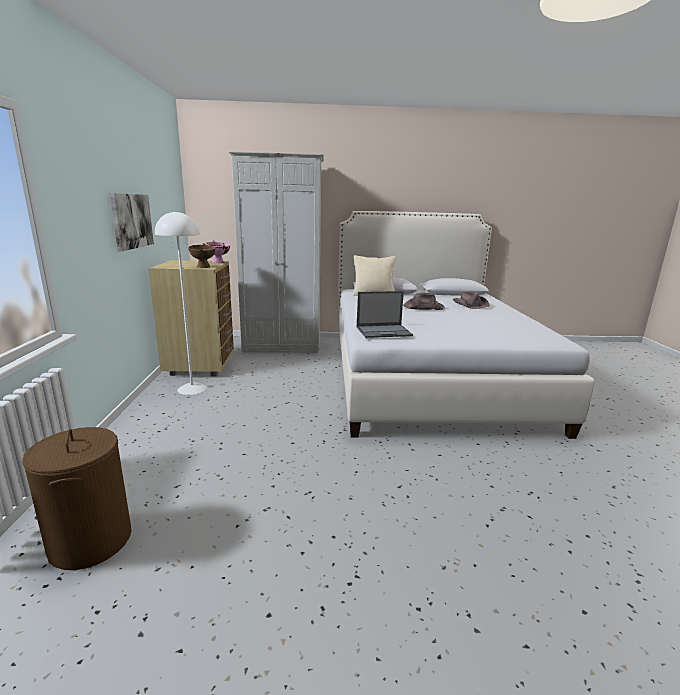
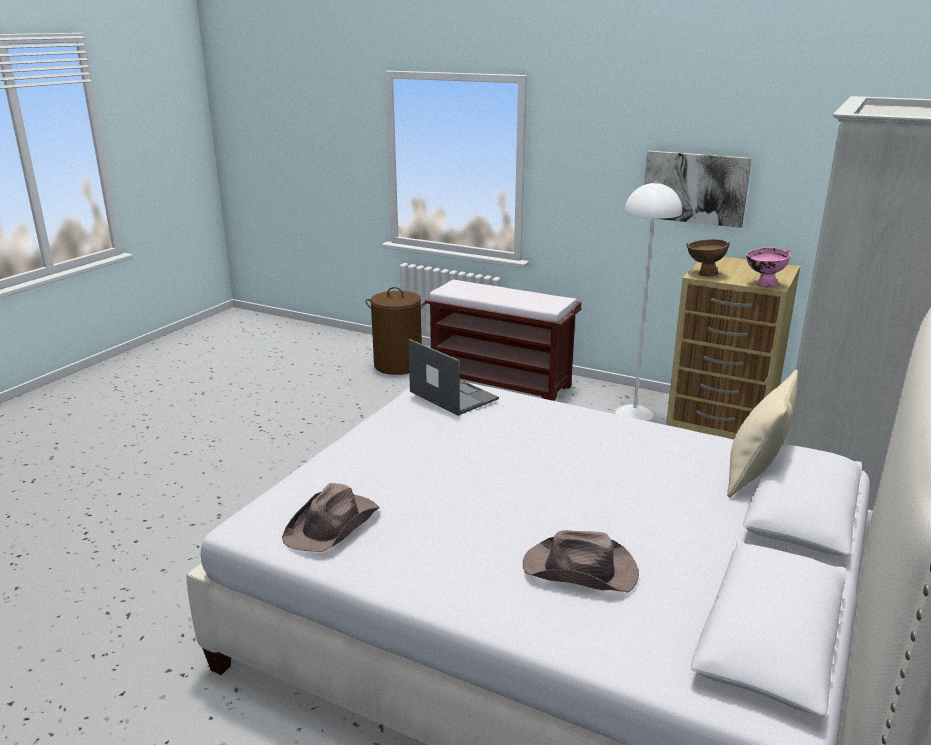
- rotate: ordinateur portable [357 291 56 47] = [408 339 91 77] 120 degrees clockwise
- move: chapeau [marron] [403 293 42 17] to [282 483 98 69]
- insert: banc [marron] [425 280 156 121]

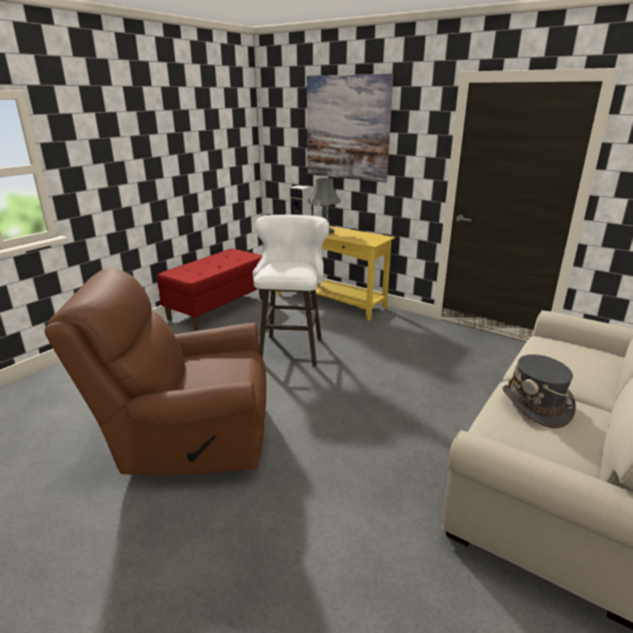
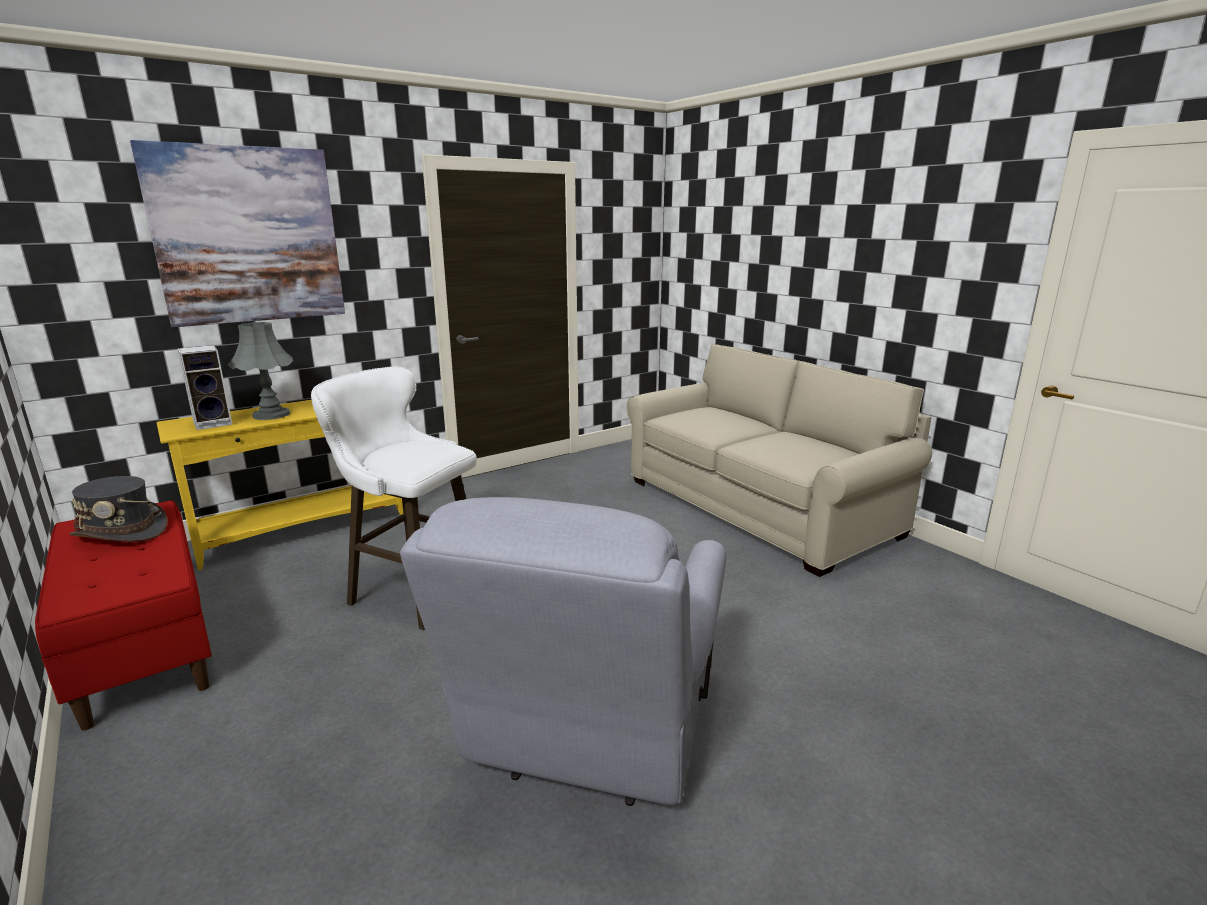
- recolor: fauteuil [marron] [44 268 222 208] to fauteuil [gris] [400 497 326 309]
- move: chapeau [gris] [502 354 74 74] to [69 476 99 66]

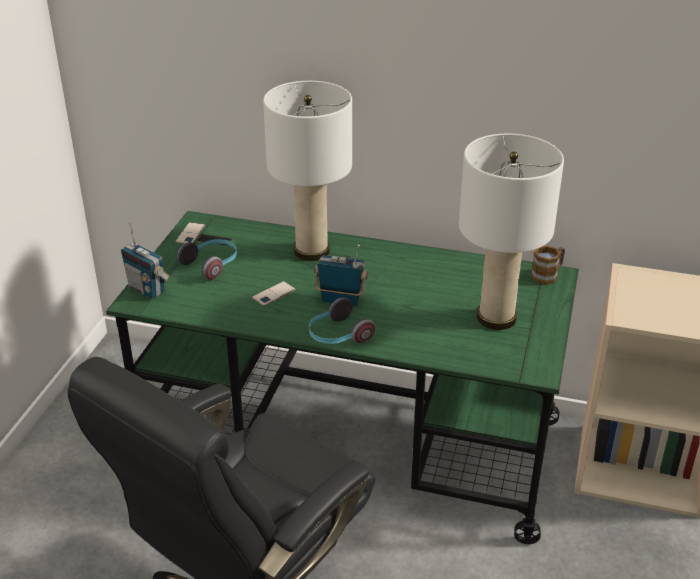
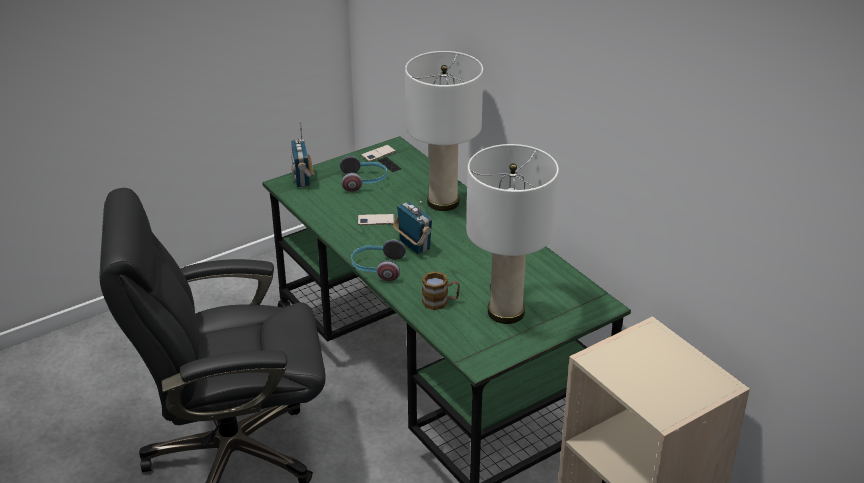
- move: mug [531 246 34 39] to [422 271 38 39]

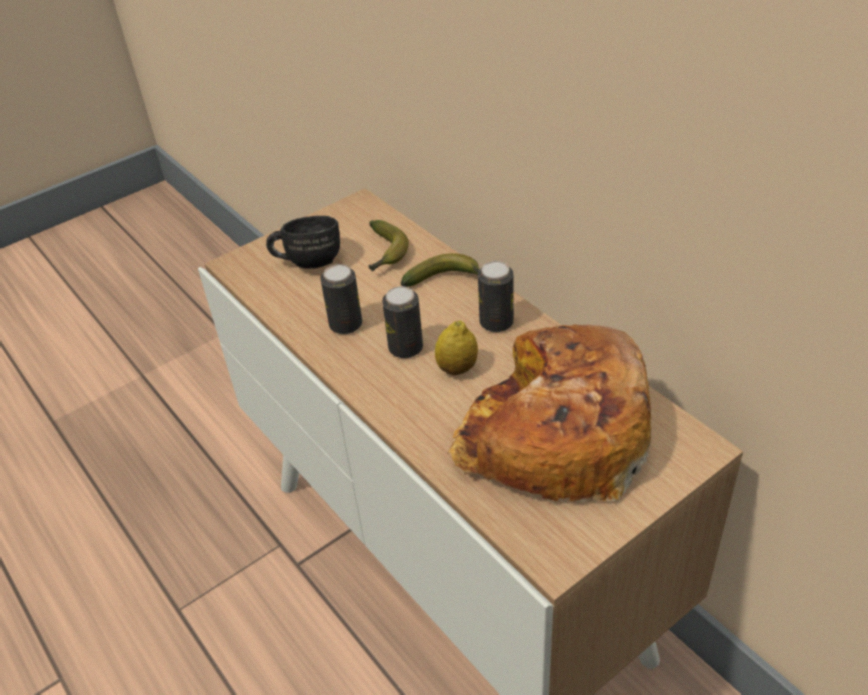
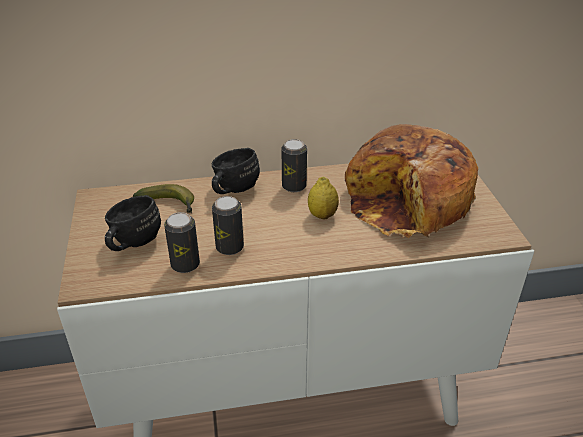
- replace: banane [401 253 78 34] to mug [noir] [211 148 49 46]
- move: boîte métallique [382 286 41 72] to [164 212 36 61]

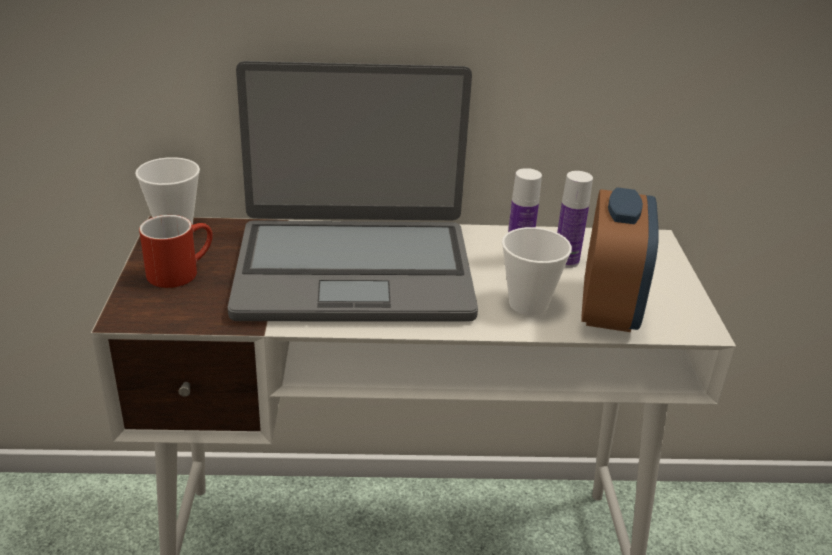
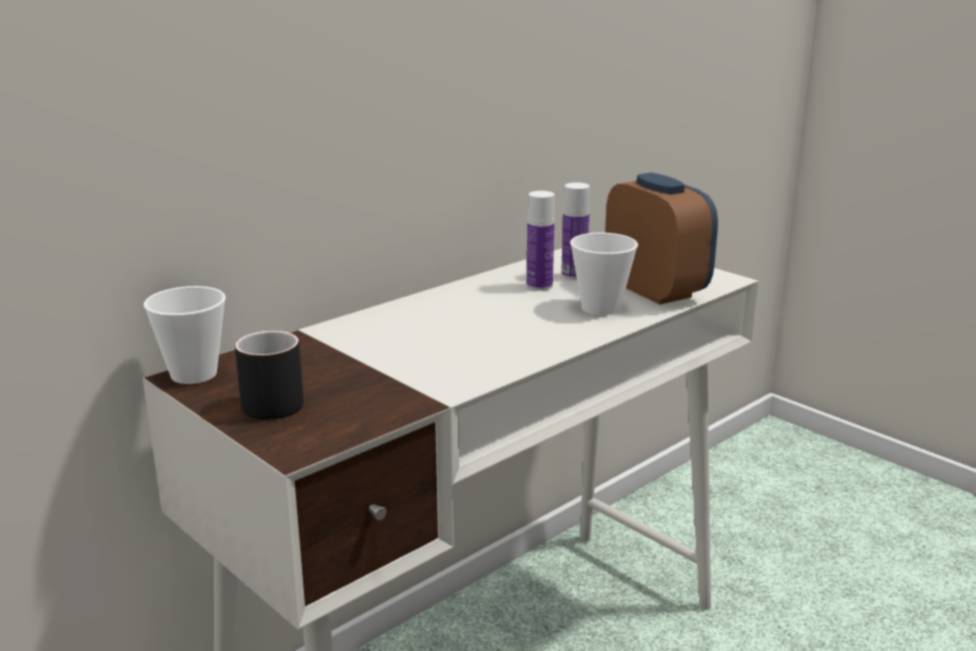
- delete: ordinateur portable [228 61 250 261]
- recolor: mug [rouge] [139 215 74 73] to mug [noir] [235 331 69 89]

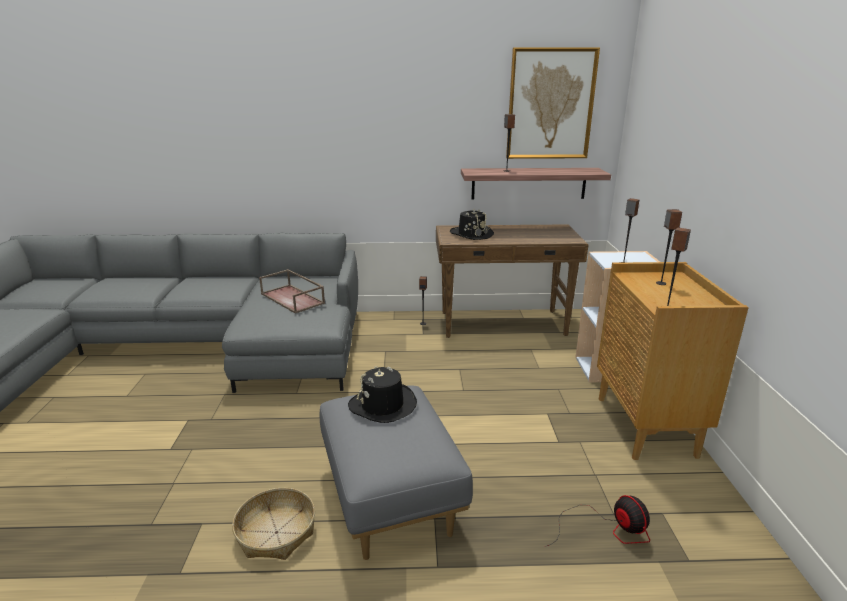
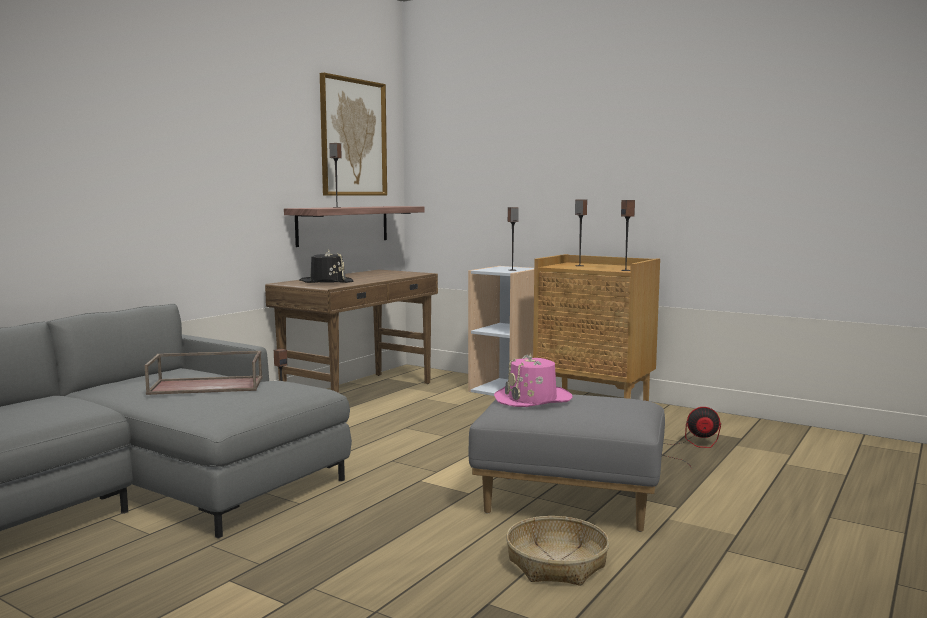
- recolor: chapeau [noir] [348 366 69 57] to chapeau [rose] [494 353 79 54]

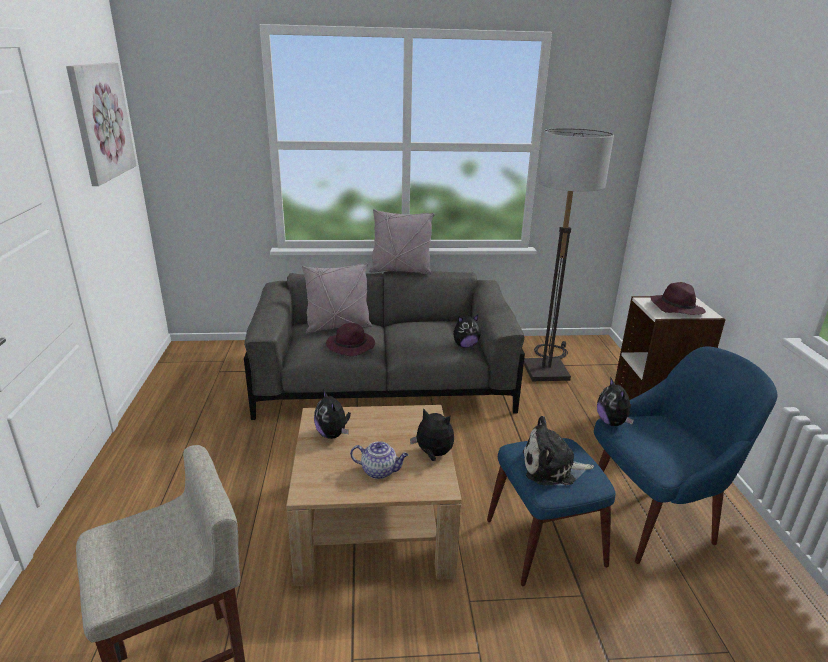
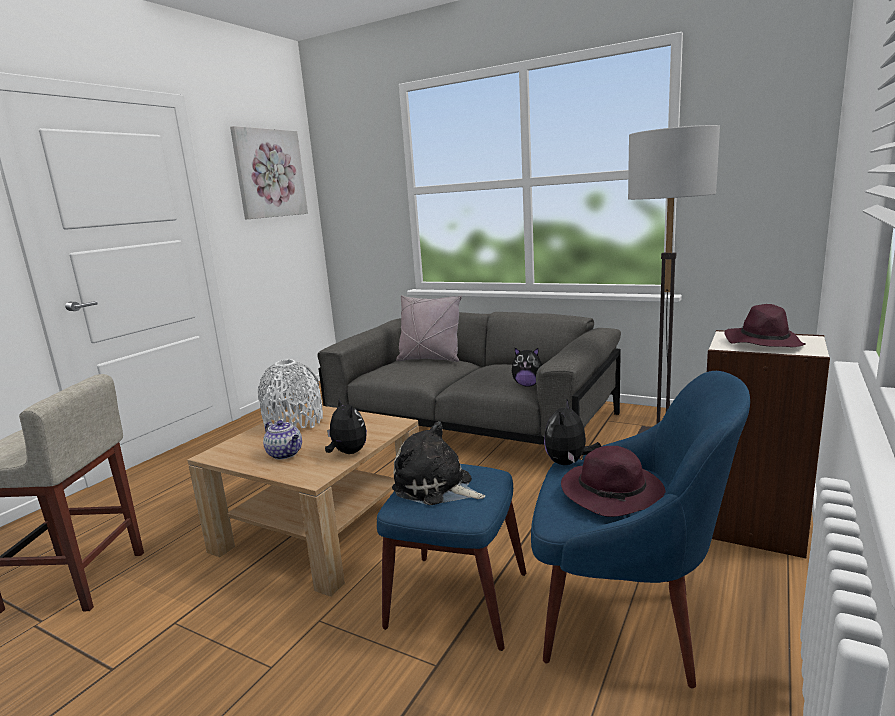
- delete: coussin [violet] [369 209 66 66]
- move: chapeau [violet] [326 323 49 33] to [561 446 105 71]
- replace: peluche [314 390 37 49] to vase [blanc] [258 359 65 69]

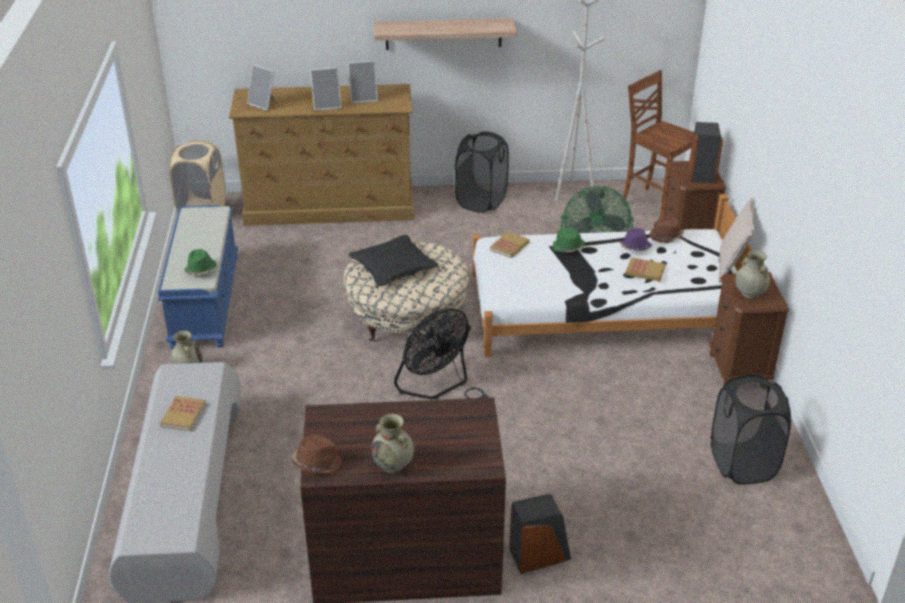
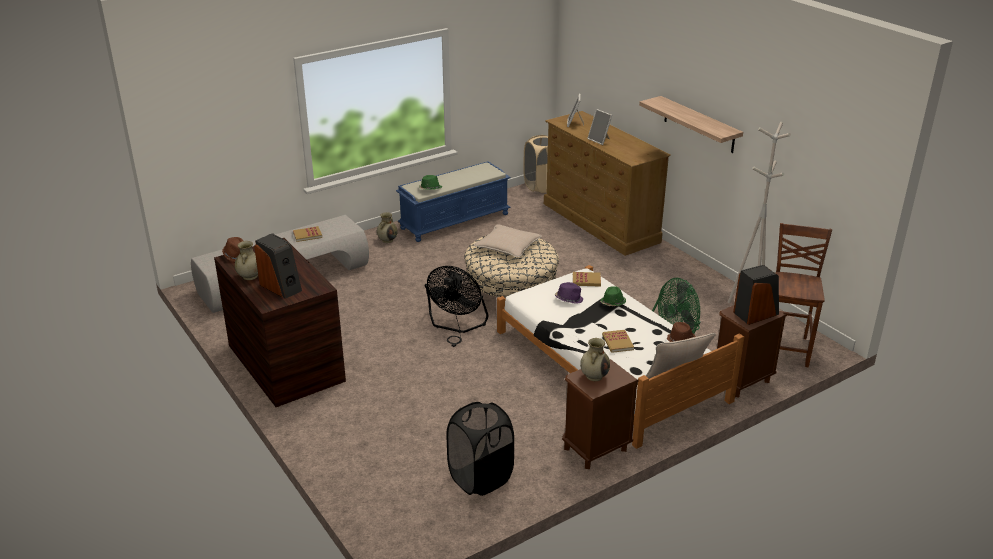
- delete: cadre photo [348 61 30 42]
- delete: panier à linge [noir] [455 132 54 81]
- move: chapeau [violet] [620 228 32 23] to [555 282 28 22]
- recolor: coussin [noir] [348 235 90 51] to coussin [beige] [474 224 68 33]
- move: enceinte [509 494 62 80] to [254 233 48 66]

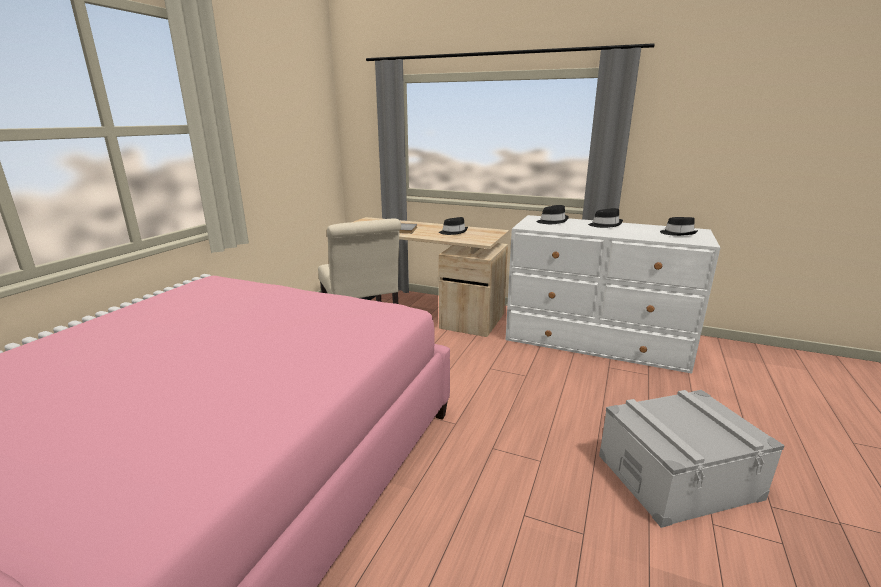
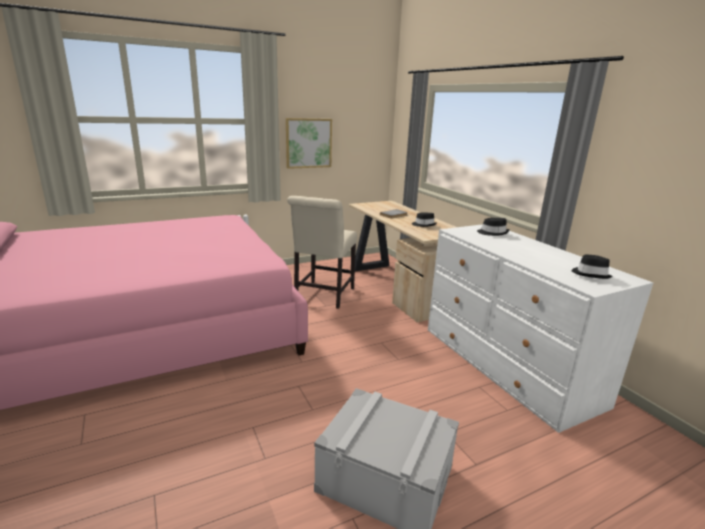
- delete: chapeau [noir] [588 208 35 20]
- insert: tableau [286 118 46 51]

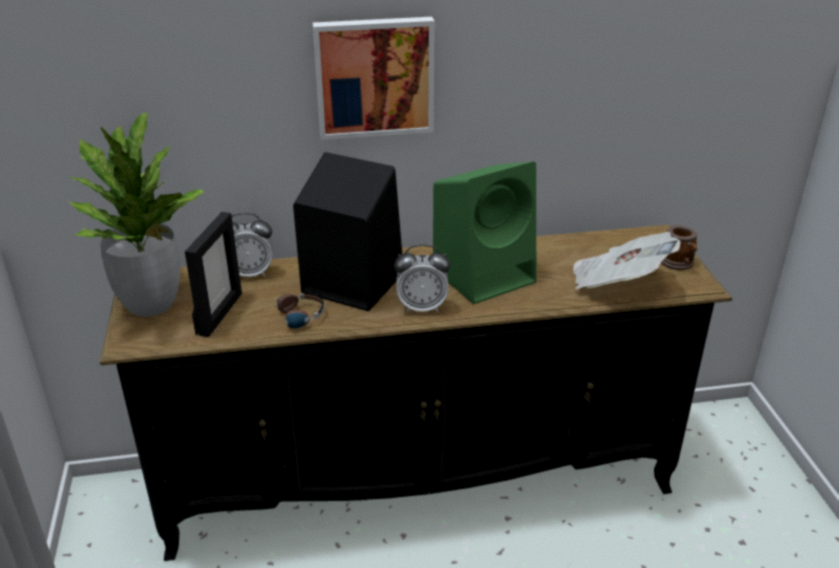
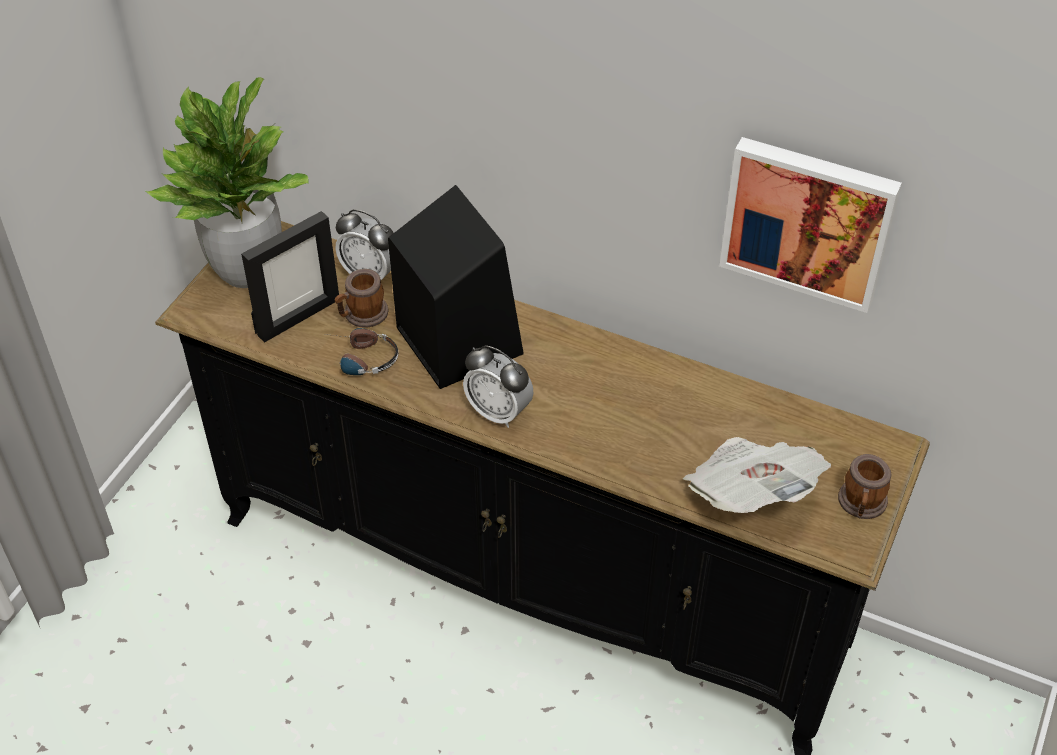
- move: tableau [313 17 122 123] to [719 137 183 176]
- delete: enceinte [vert] [433 162 103 142]
- insert: mug [335 269 53 59]

